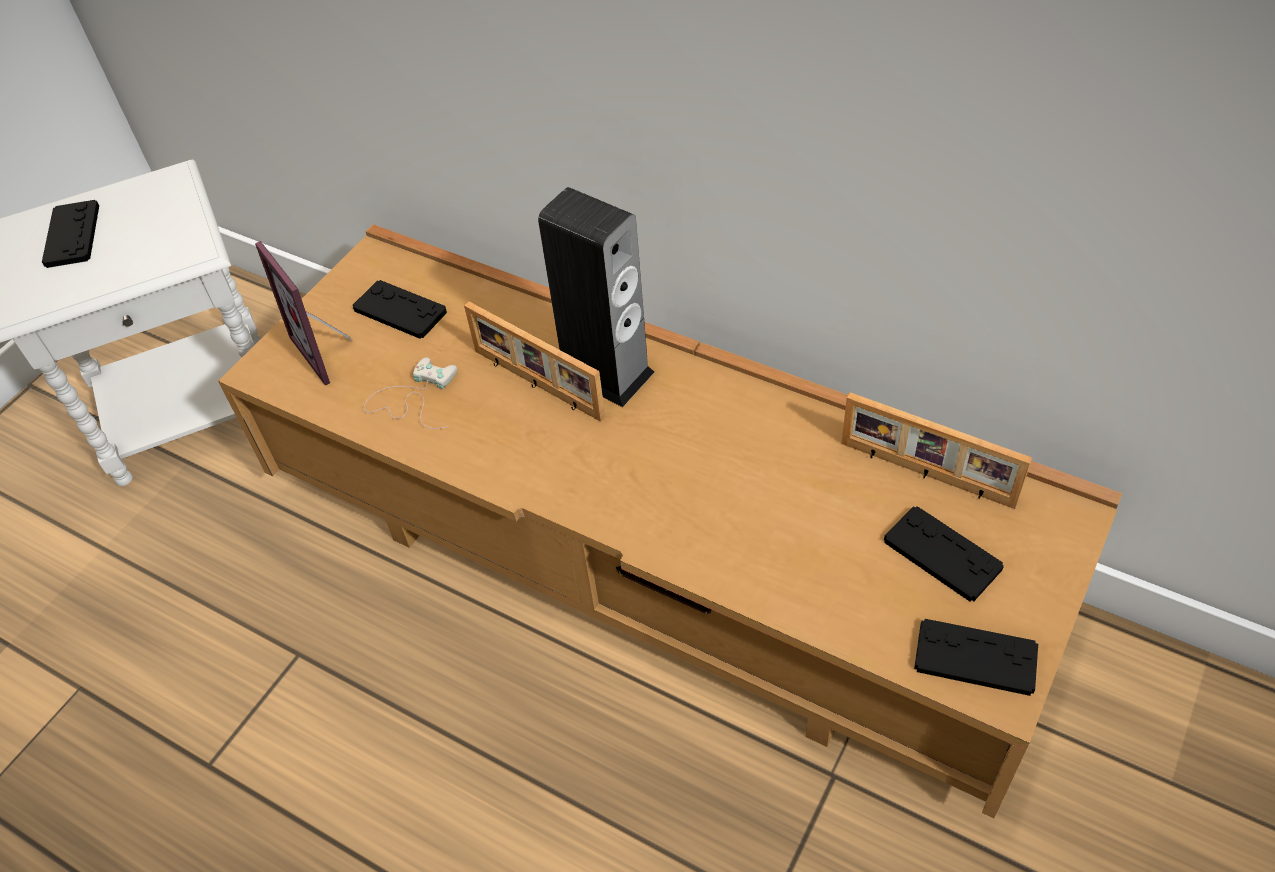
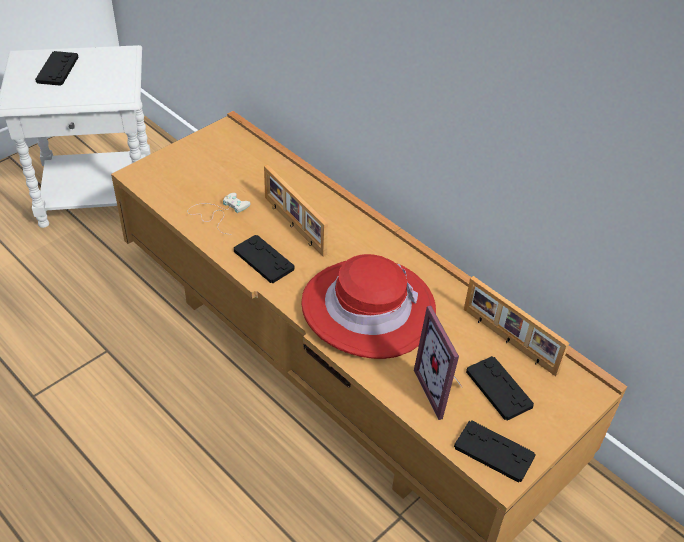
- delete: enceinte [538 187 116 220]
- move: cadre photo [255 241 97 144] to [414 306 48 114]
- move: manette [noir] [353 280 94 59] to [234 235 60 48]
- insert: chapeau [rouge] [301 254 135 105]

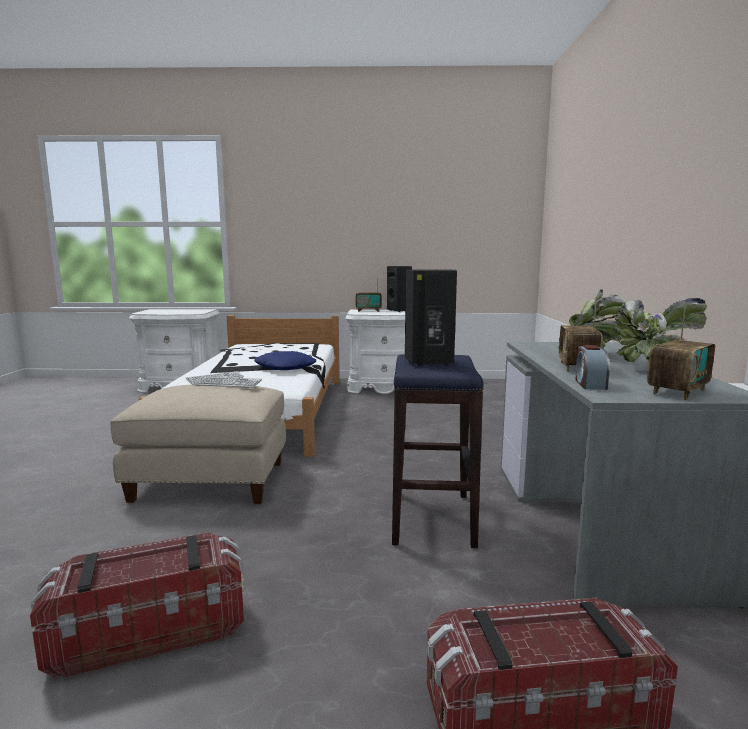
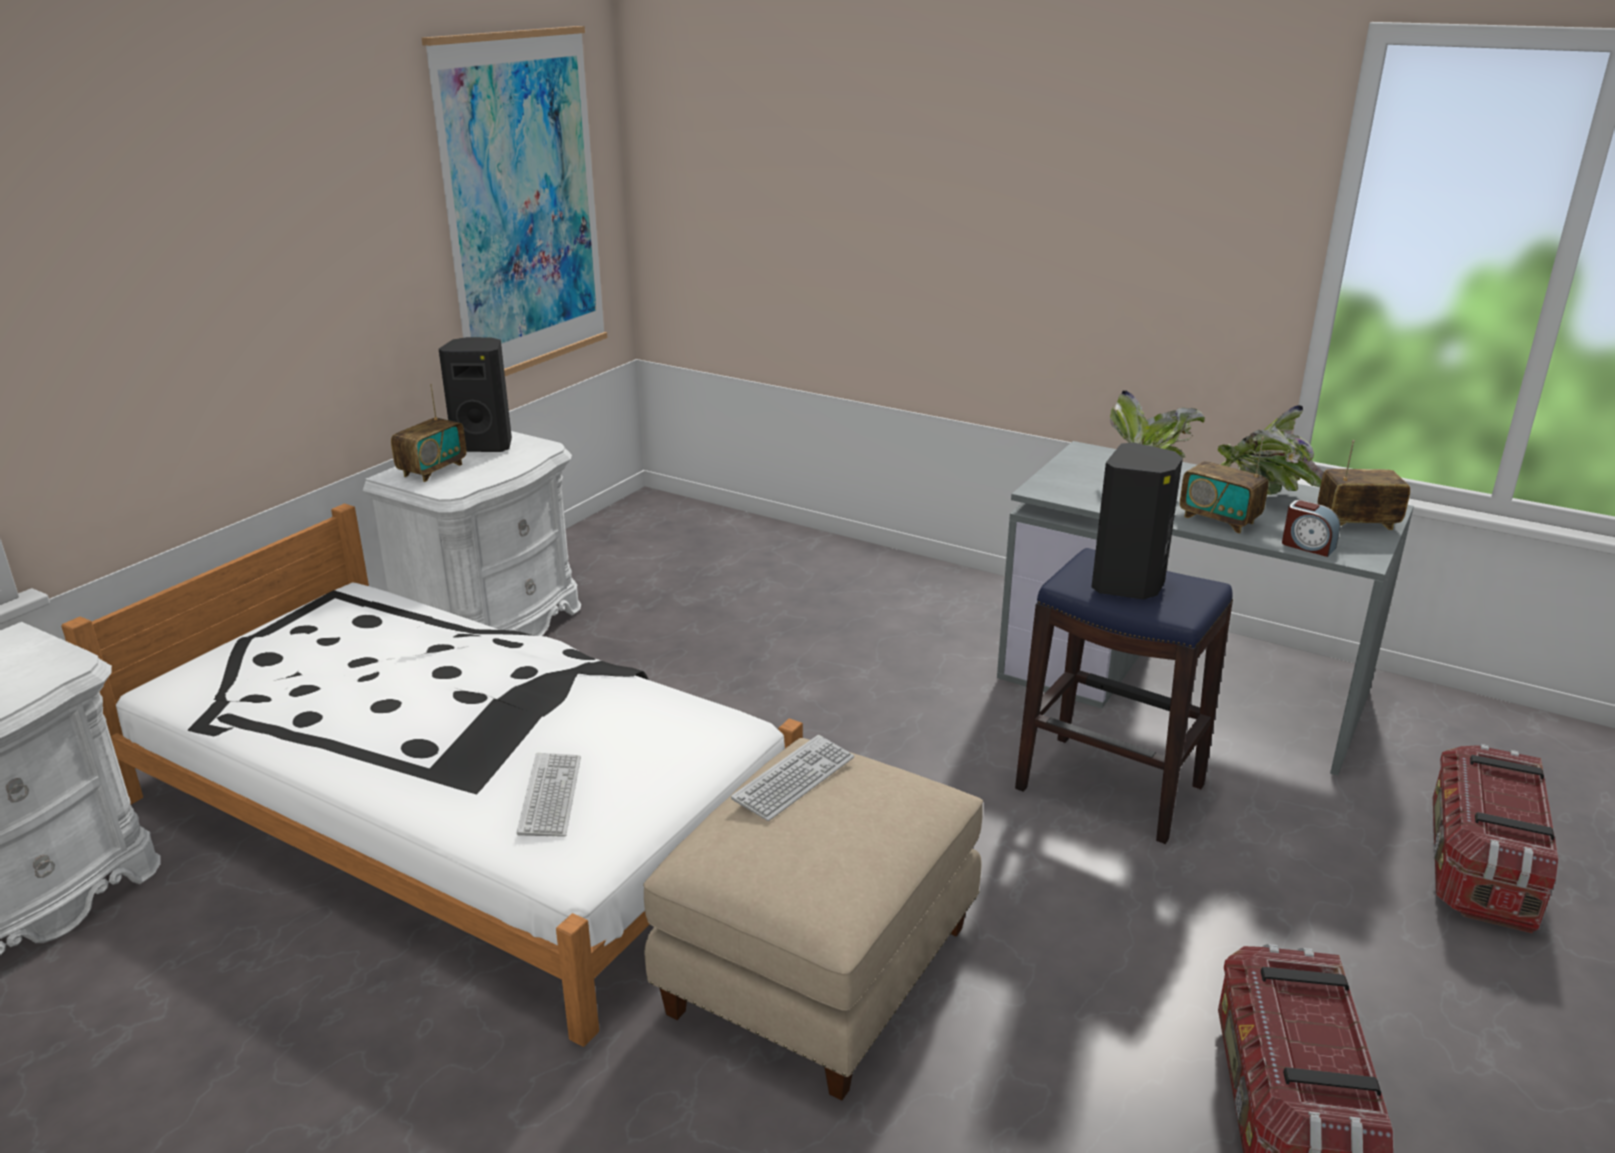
- rotate: radio [647 302 68 98] = [1318 440 92 90] 75 degrees counterclockwise
- delete: coussin [bleu] [254 351 62 19]
- insert: tableau [422 26 186 350]

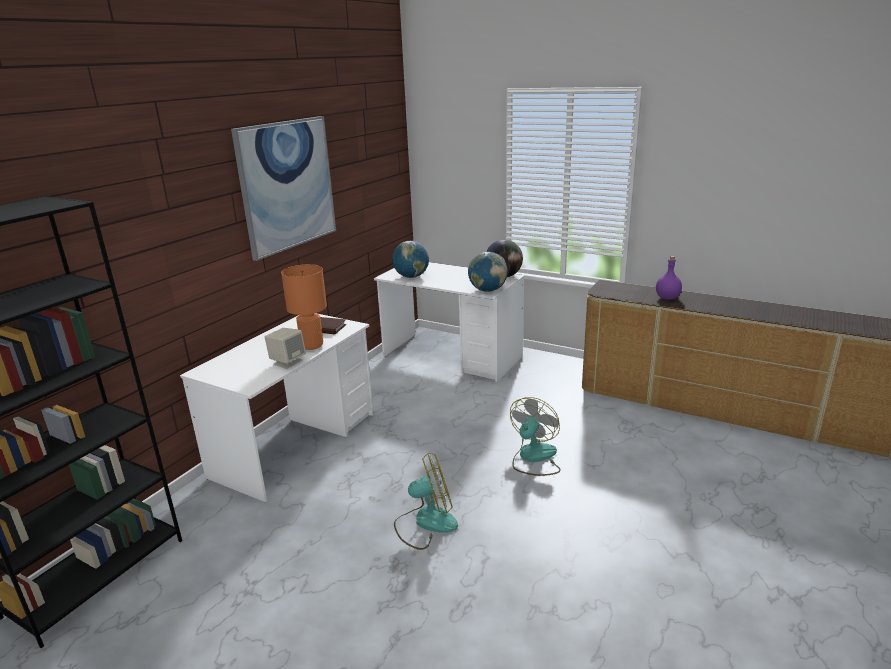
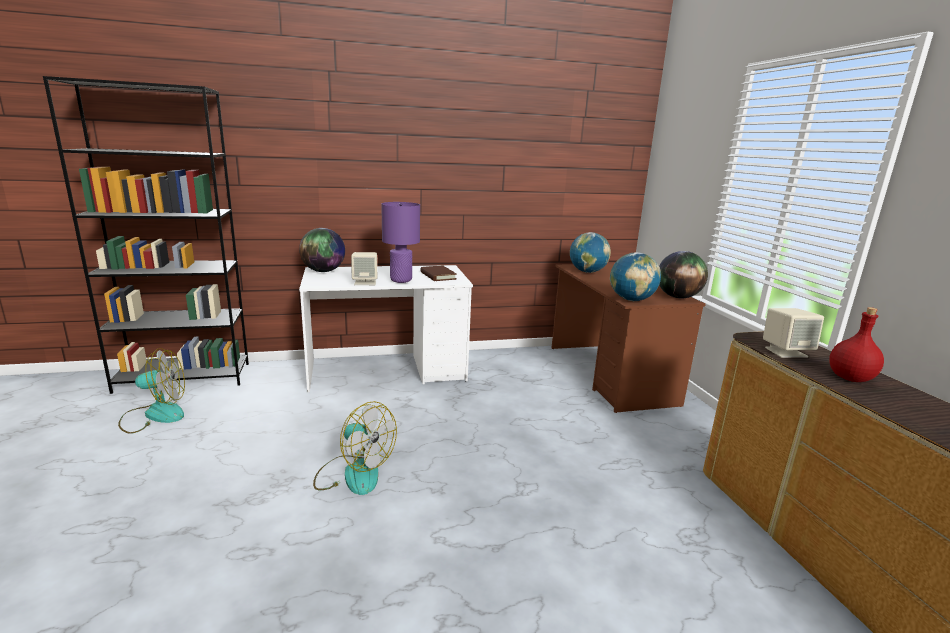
- delete: tableau [231 116 105 145]
- recolor: bouteille [violet] [656 256 26 44] to bouteille [rouge] [829 307 55 75]
- recolor: bureau [blanc] [374 262 151 120] to bureau [marron] [551 264 155 149]
- recolor: lampe de table [orange] [281 264 46 86] to lampe de table [violet] [381 202 39 81]
- move: ventilateur [510 397 51 79] to [118 348 67 86]
- insert: globe [299 228 46 44]
- insert: enceinte [beige] [763 308 61 50]

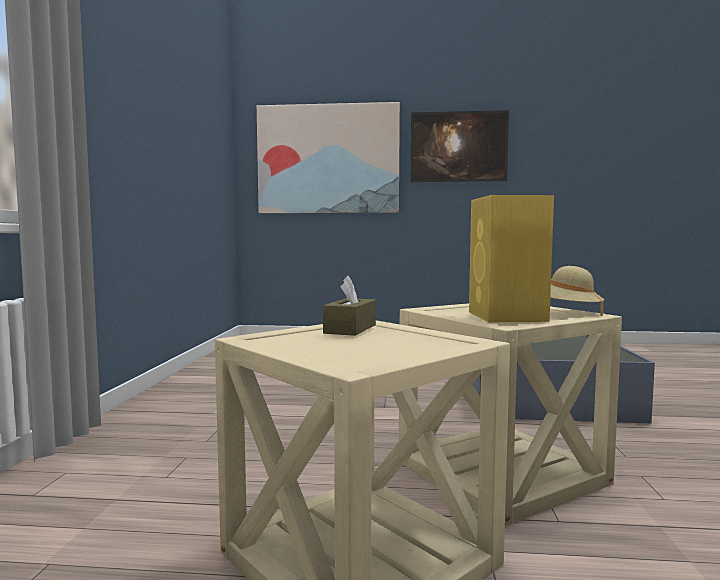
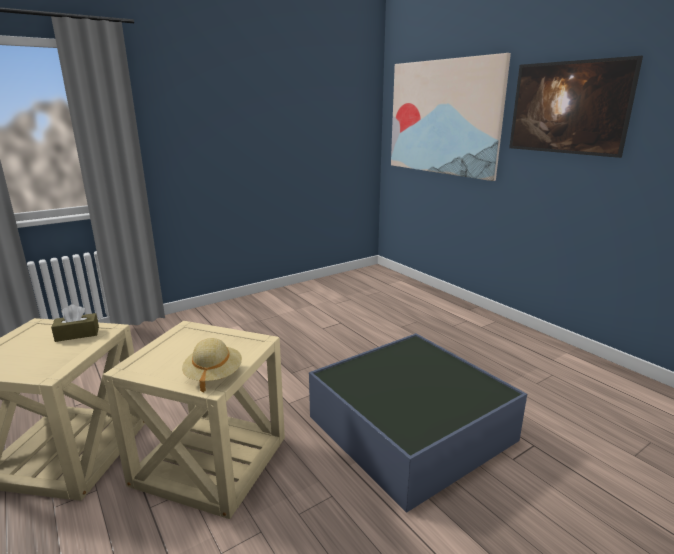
- delete: enceinte [jaune] [469 195 85 127]

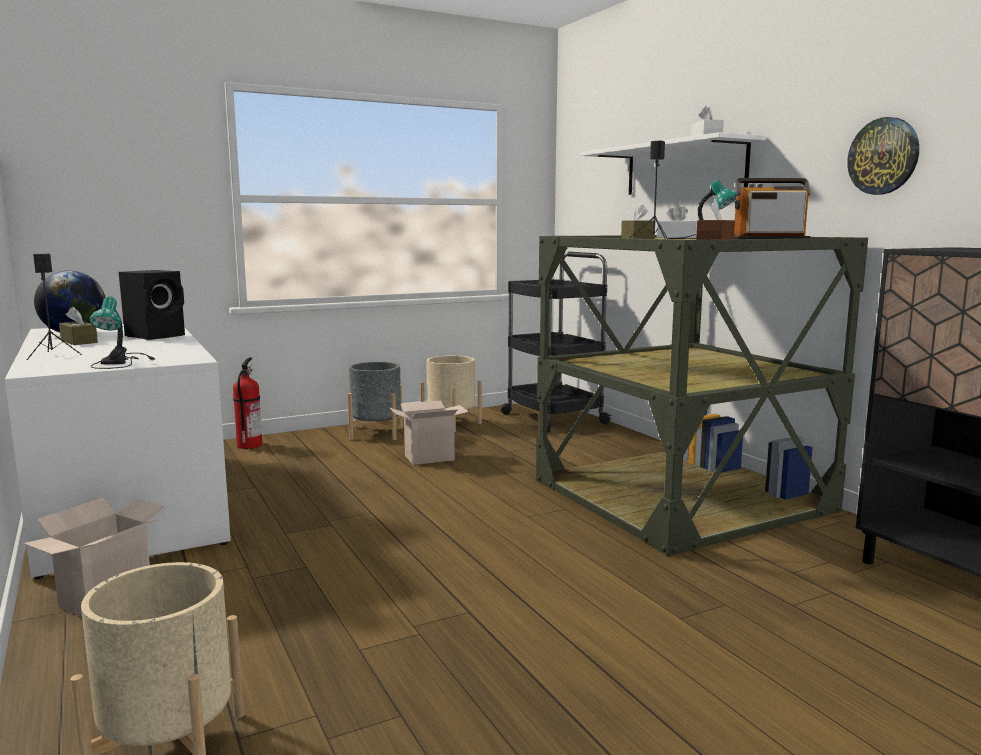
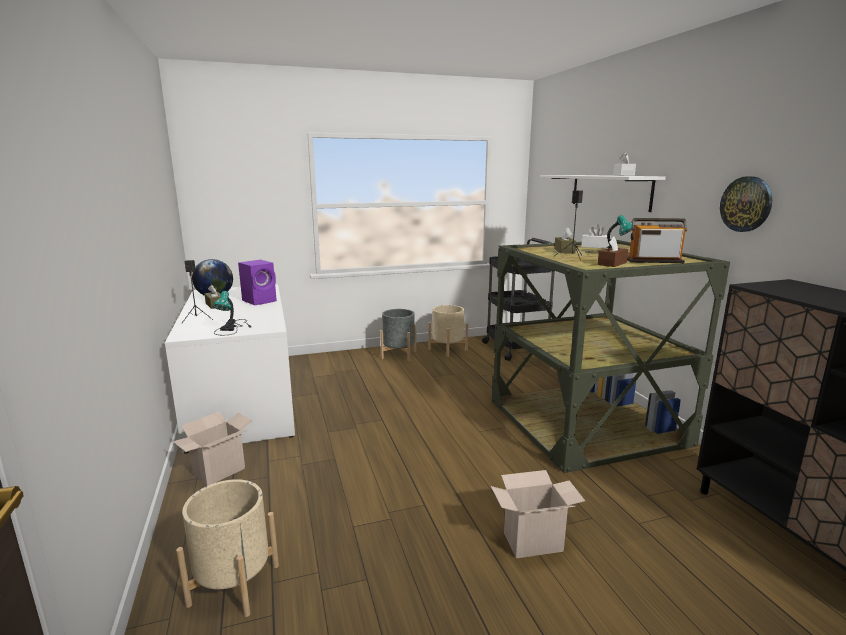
- recolor: enceinte [noir] [119 270 66 70] to enceinte [violet] [238 260 39 45]
- delete: extincteur [233 358 29 91]
- move: carton [390 400 79 65] to [490 470 95 88]

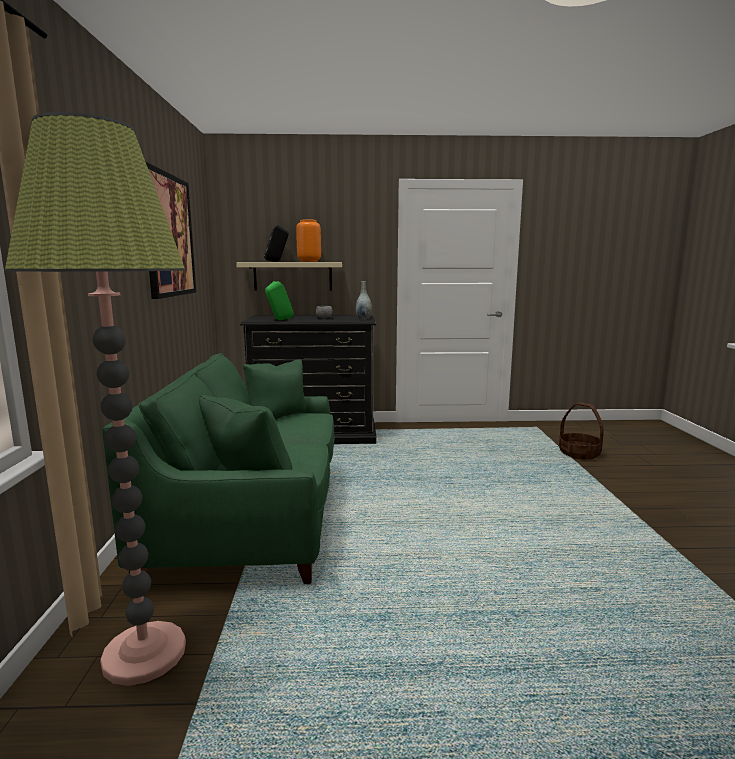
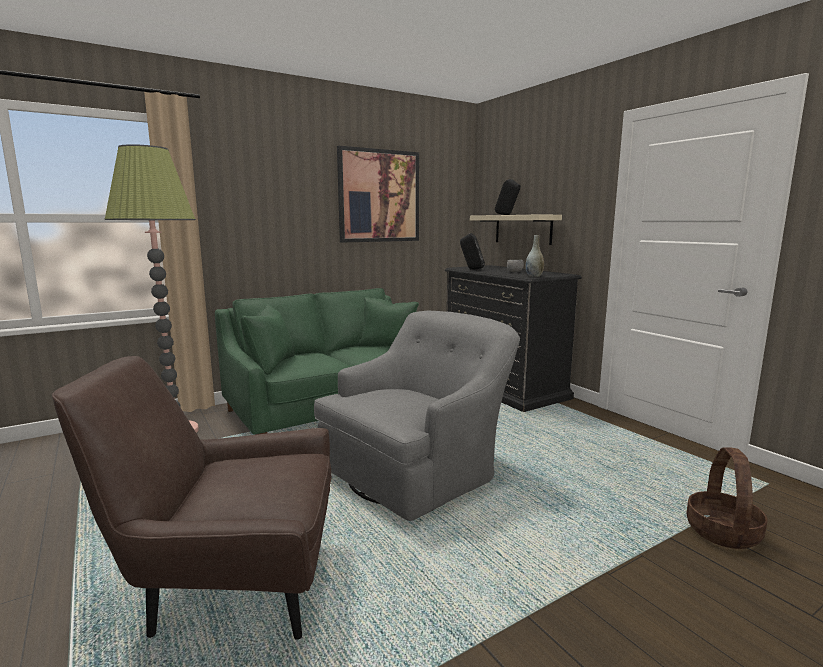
- delete: vase [orange] [296 219 25 43]
- recolor: enceinte [vert] [265 281 29 39] to enceinte [noir] [460 233 25 37]
- insert: fauteuil [gris] [314 311 206 210]
- insert: fauteuil [marron] [52 356 280 284]

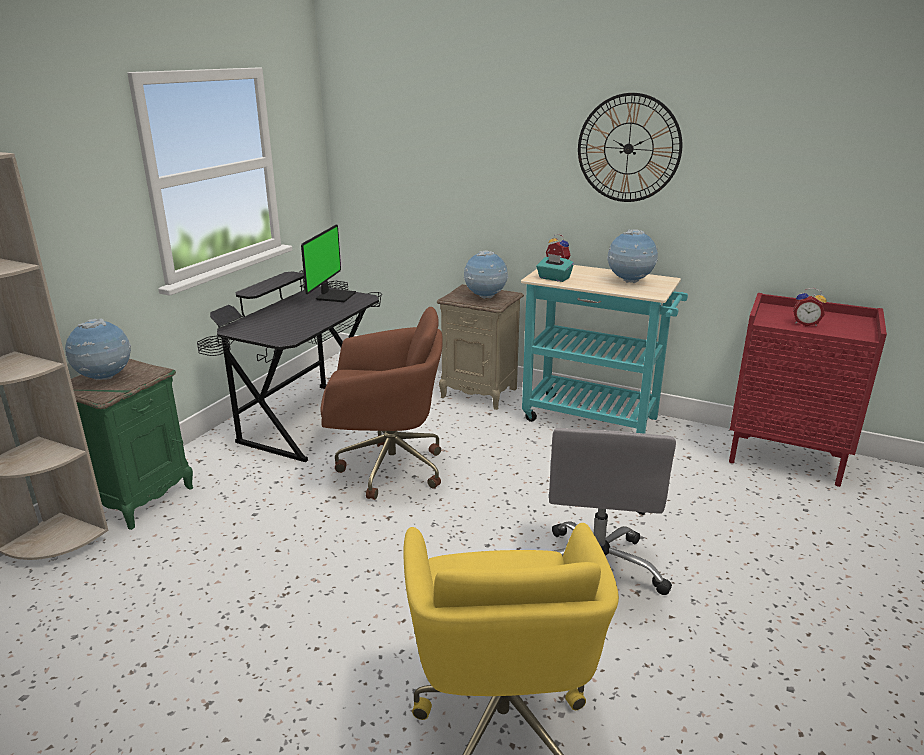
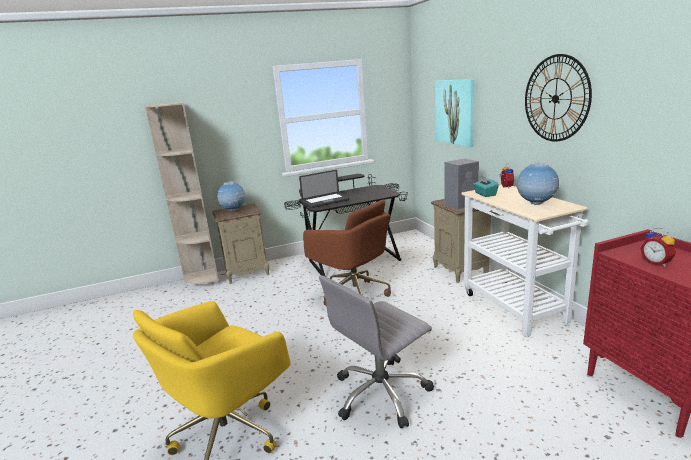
- delete: écran d'ordinateur [301 225 55 77]
- replace: globe [464 250 45 49] to enceinte [gris] [444 158 35 51]
- recolor: chariot [turquoise] [521 265 167 169] to chariot [blanc] [461 185 127 152]
- recolor: table de chevet [vert] [71 359 122 171] to table de chevet [beige] [212 203 58 81]
- insert: tableau [435 79 40 68]
- insert: ordinateur portable [299 170 50 38]

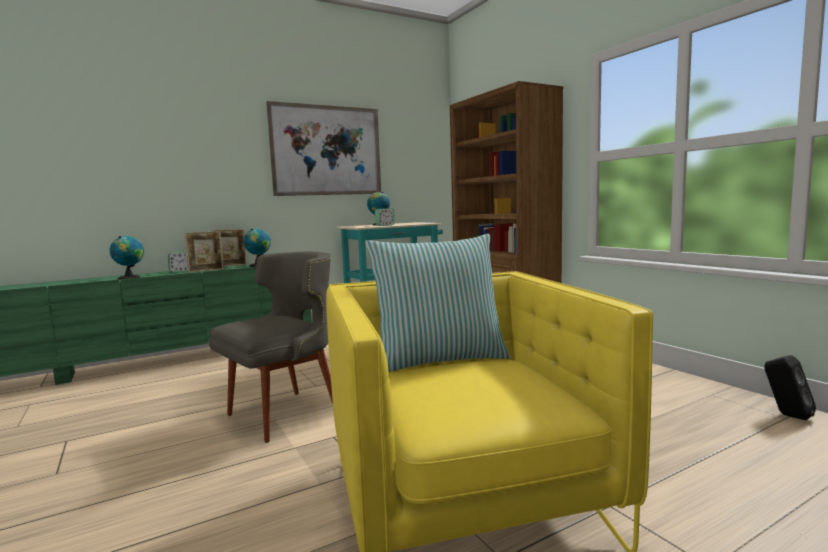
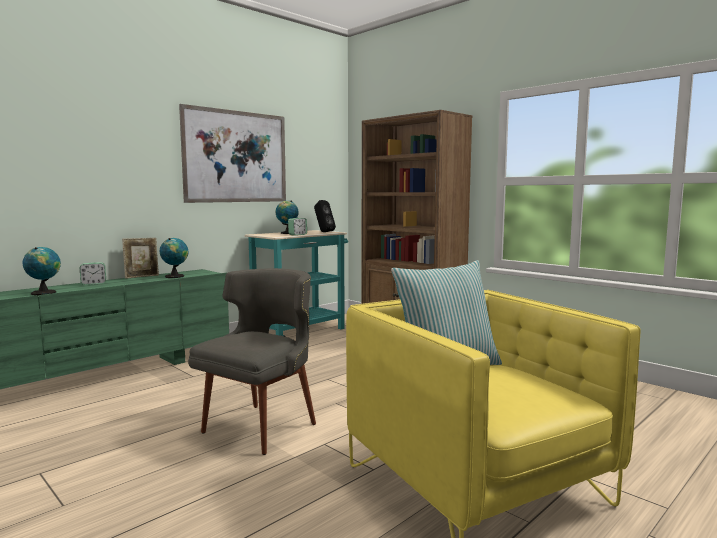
- delete: cadre photo [185 231 39 41]
- move: enceinte [noir] [764 355 52 65] to [314 200 22 32]

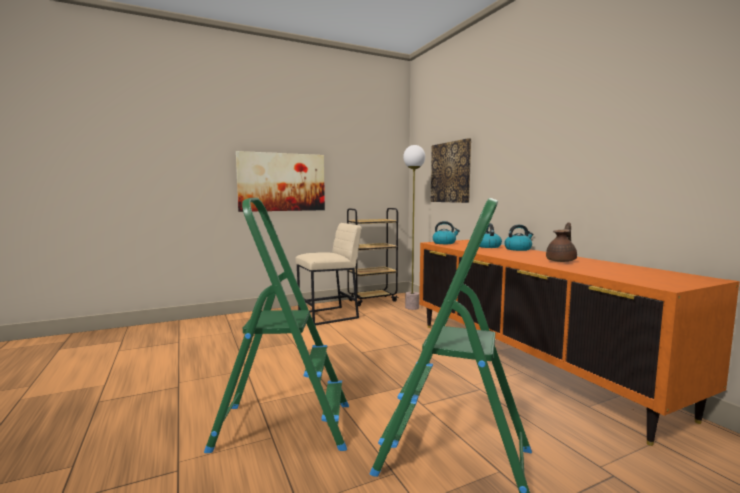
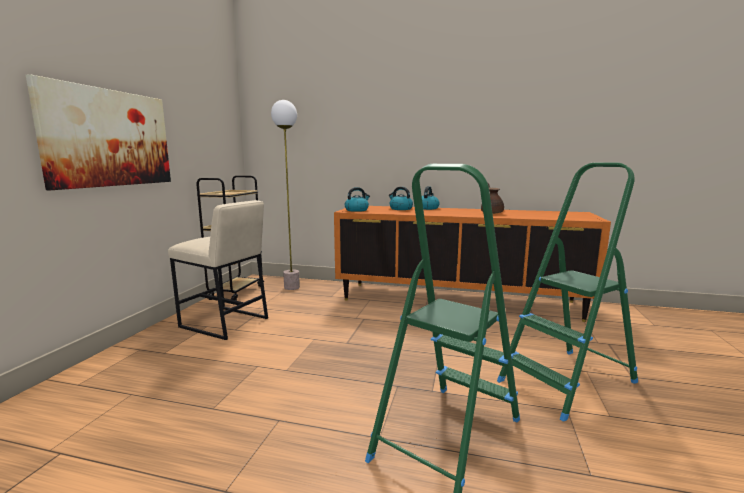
- delete: tableau [431 138 40 65]
- rotate: chaise [beige] [295 223 66 102] = [168 200 100 140] 105 degrees clockwise

